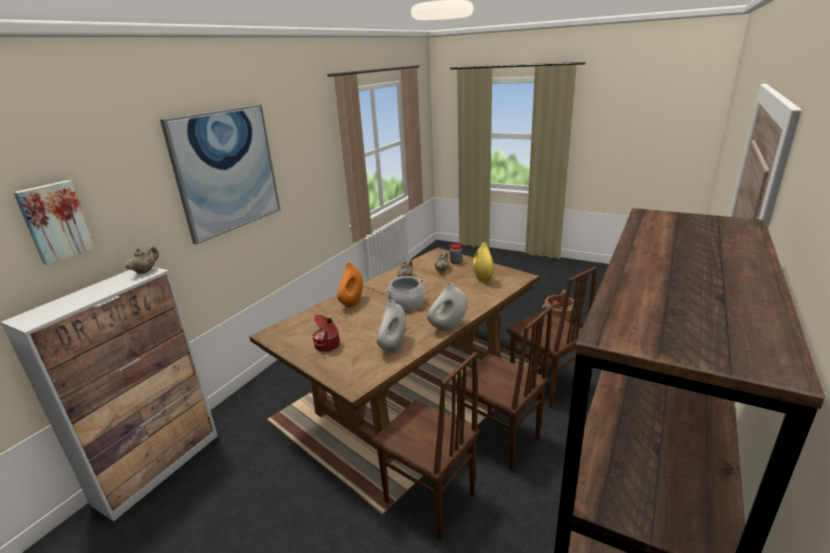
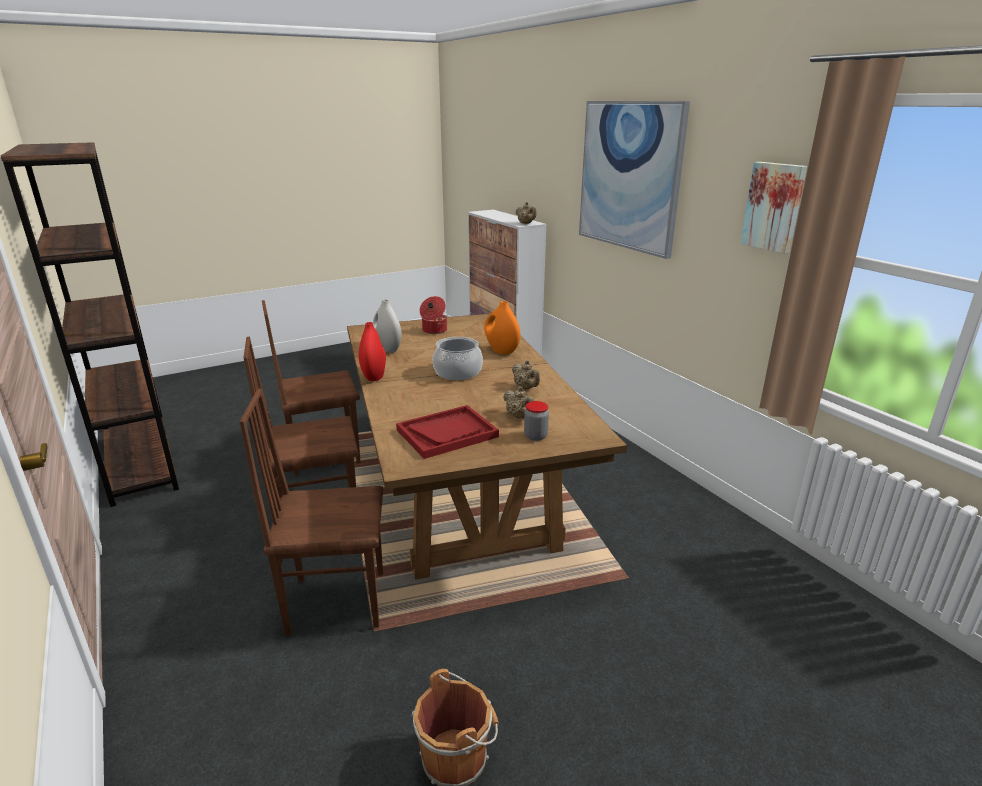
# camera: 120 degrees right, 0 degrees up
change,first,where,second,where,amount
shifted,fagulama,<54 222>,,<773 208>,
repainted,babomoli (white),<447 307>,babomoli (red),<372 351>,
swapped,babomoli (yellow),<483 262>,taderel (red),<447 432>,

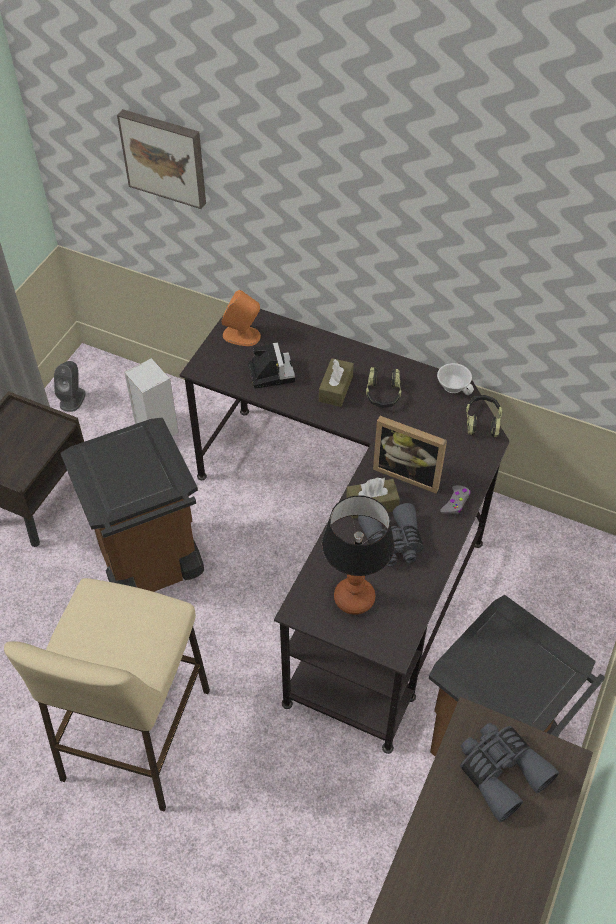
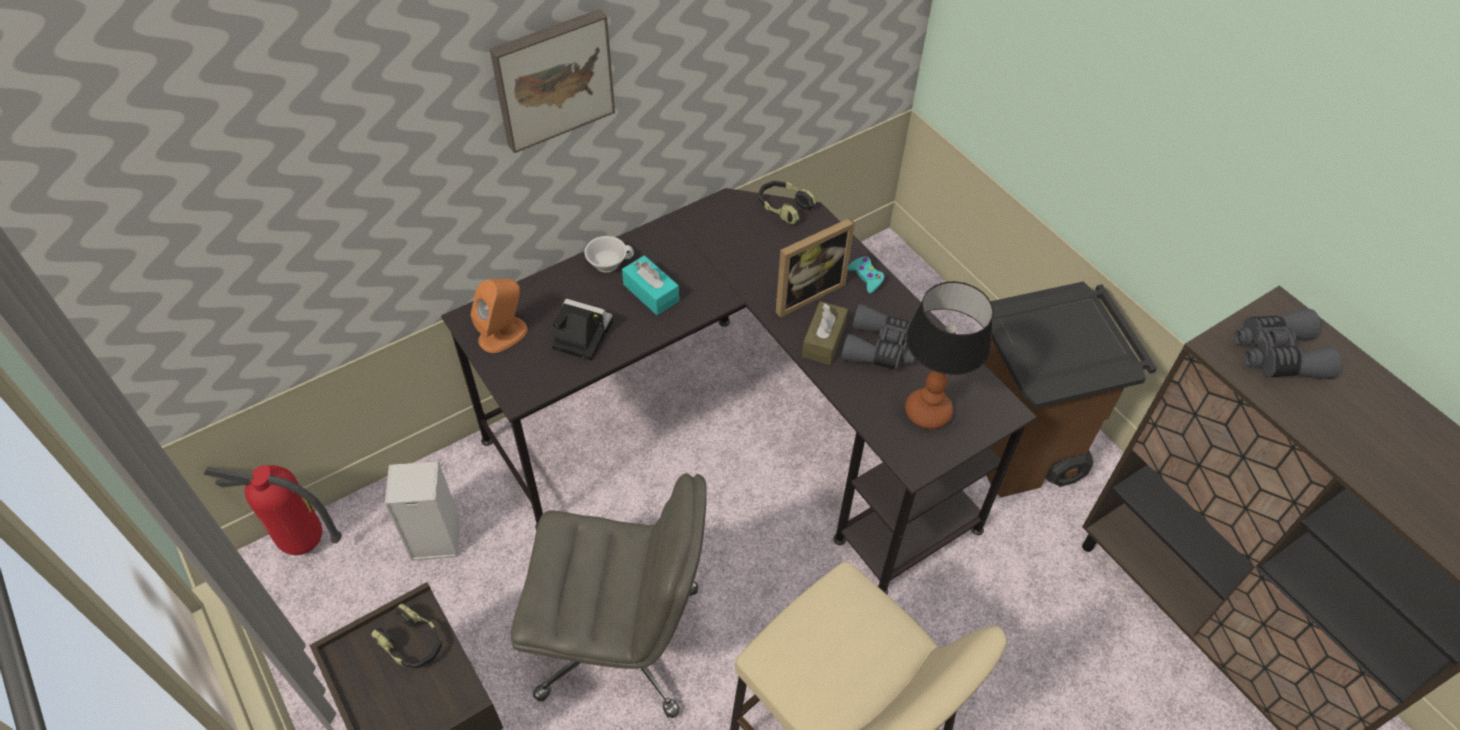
# camera: 60 degrees left, 0 degrees up
change,first,where,second,where,amount
gone,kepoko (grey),<69 386>,,,
swapped,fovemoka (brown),<132 504>,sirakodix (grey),<609 596>,
shifted,fagulama,<161 159>,,<552 81>,
repainted,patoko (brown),<336 382>,patoko (turquoise),<650 285>,
shifted,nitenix,<384 387>,,<406 636>,
shifted,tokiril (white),<455 379>,,<609 254>,
repainted,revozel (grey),<455 499>,revozel (turquoise),<866 275>,
new,,,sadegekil,<273 510>,

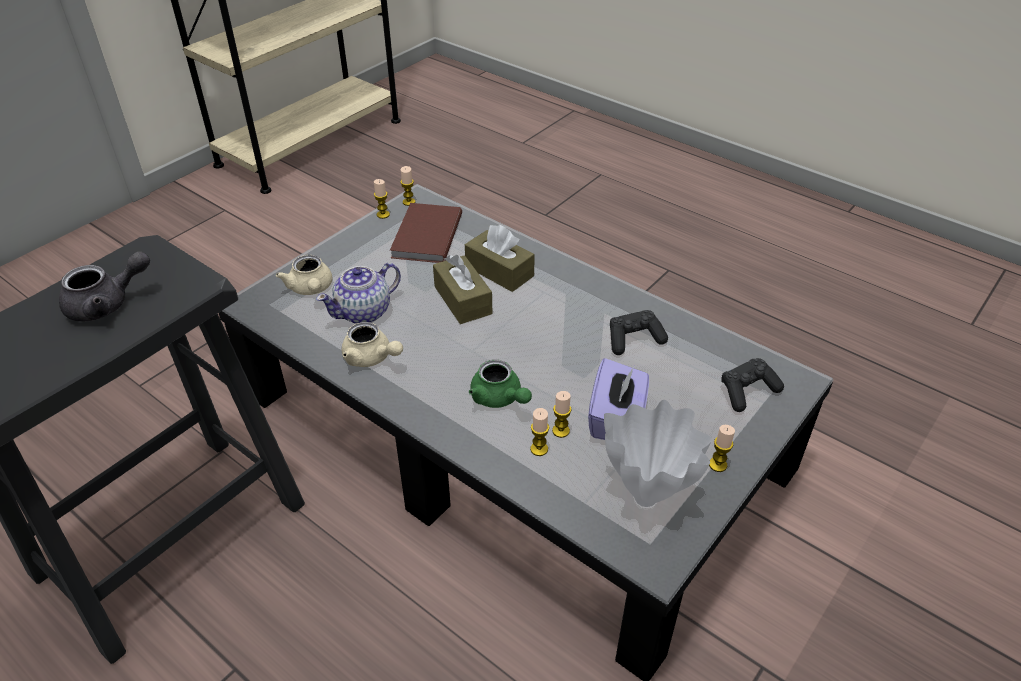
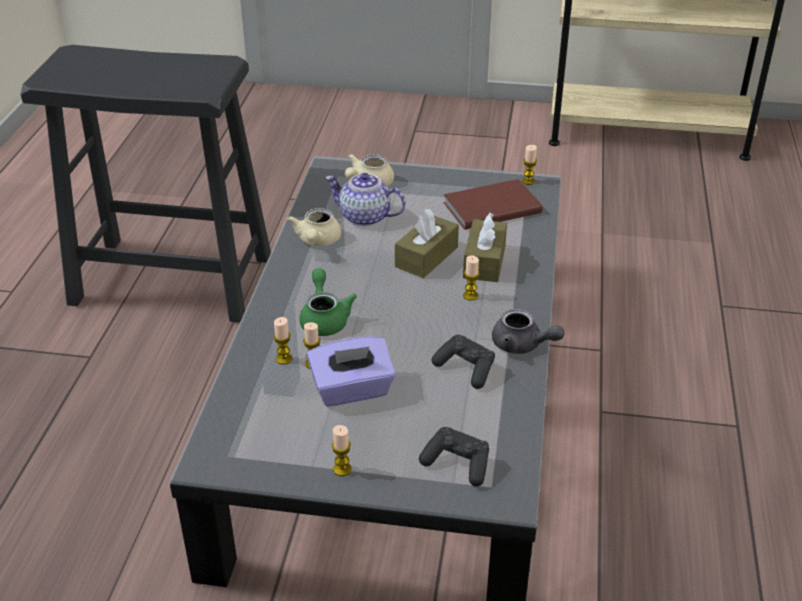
# camera: 60 degrees right, 5 degrees down
change,first,where,second,where,amount
shifted,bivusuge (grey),<104 286>,,<528 331>,
shifted,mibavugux,<382 199>,,<471 278>,
rotated,bivusuge (green),<500 384>,,<328 302>,150 degrees clockwise
gone,babomoli (white),<658 453>,,,

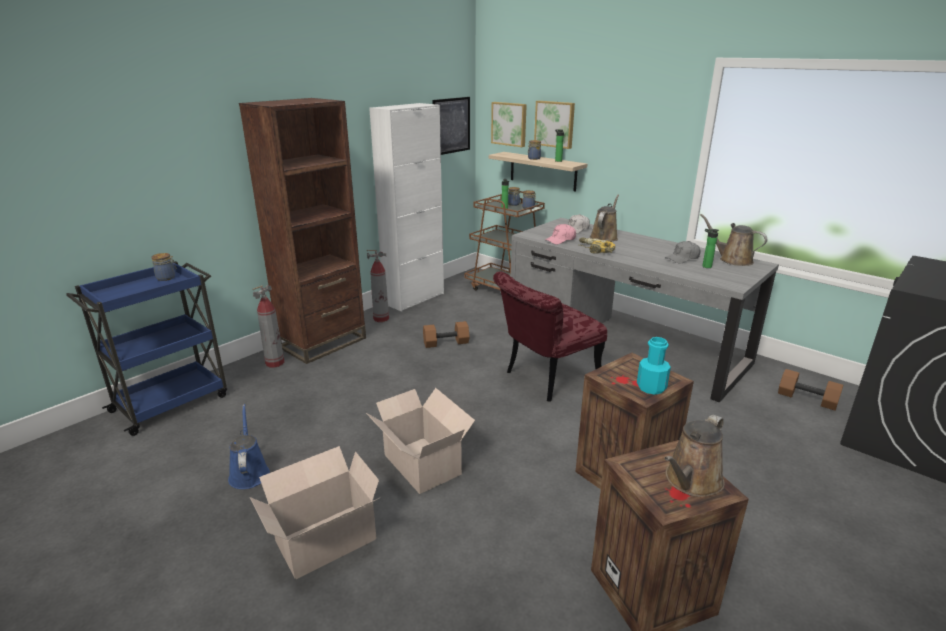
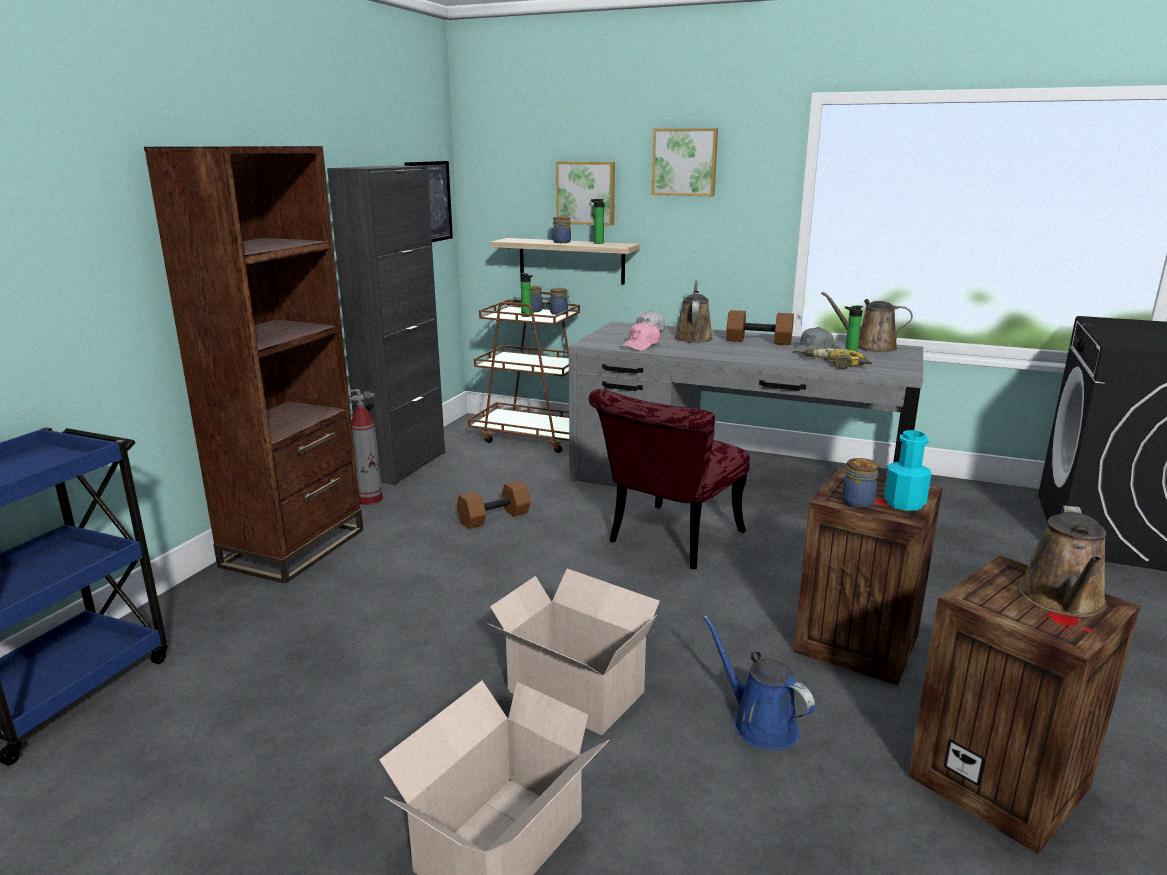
# camera: 20 degrees left, 5 degrees down
change,first,where,second,where,amount
shifted,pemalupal,<163 267>,,<860 483>,
shifted,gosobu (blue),<249 446>,,<759 682>,
gone,sadegekil,<268 326>,,,
repainted,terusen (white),<406 207>,terusen (black),<386 325>,
shifted,fagulama,<509 124>,,<685 162>,
shifted,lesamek,<597 245>,,<837 358>,
shifted,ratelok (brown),<810 390>,,<760 327>,

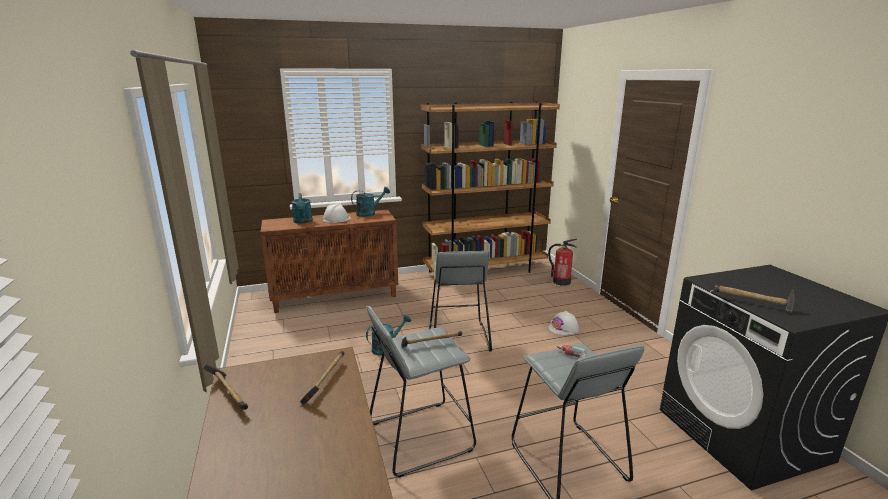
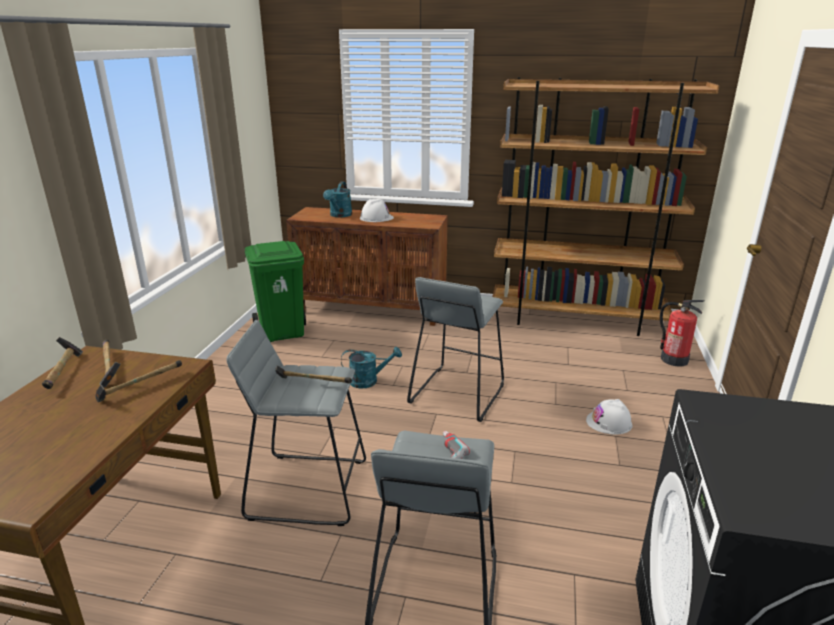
# camera: 30 degrees right, 5 degrees up
change,first,where,second,where,amount
gone,gosobu (turquoise),<370 202>,,,
shifted,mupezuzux,<754 298>,,<110 363>,
new,,,fovemoka (green),<275 291>,

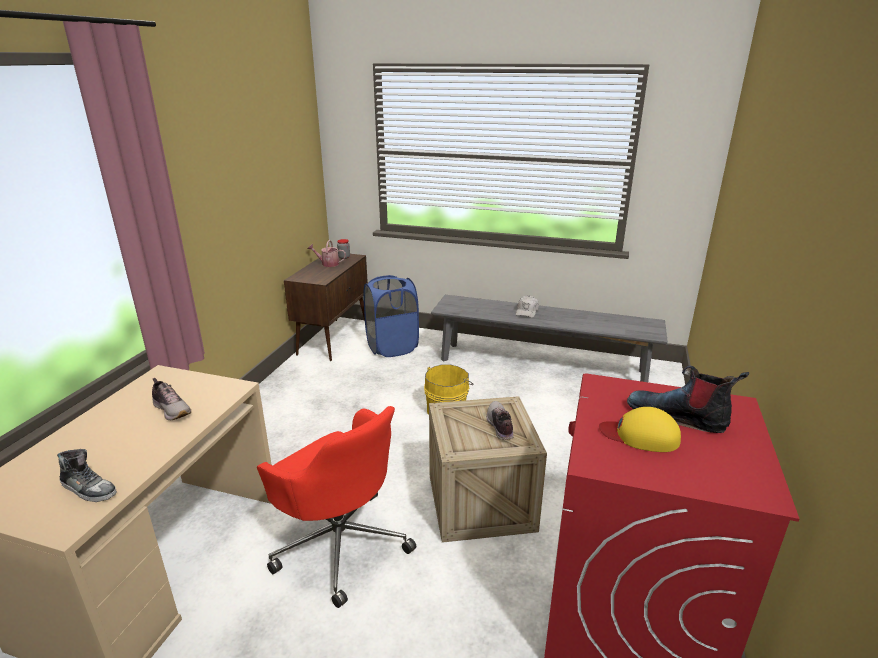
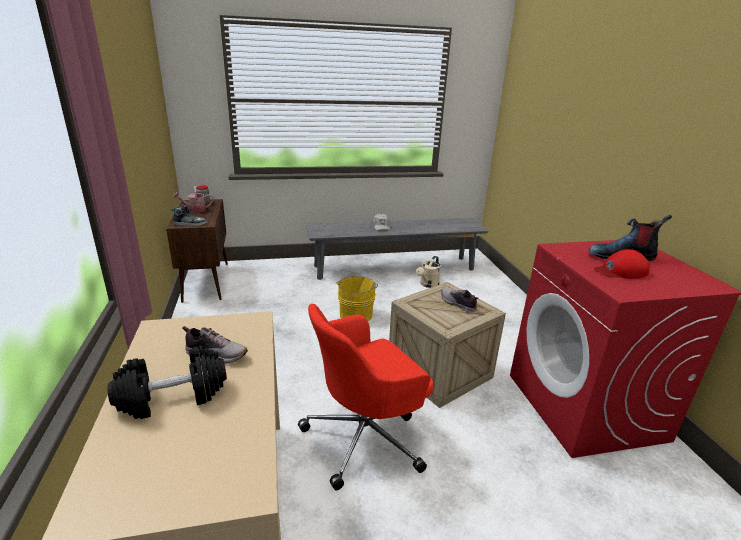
# camera: 30 degrees left, 0 degrees up
change,first,where,second,where,amount
shifted,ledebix,<87 475>,,<189 215>,
rotated,sirakodix (red),<336 507>,,<366 397>,135 degrees clockwise
gone,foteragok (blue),<391 316>,,,
repainted,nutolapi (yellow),<640 429>,nutolapi (red),<622 264>,
new,,,ratelok (black),<167 382>,
new,,,gosobu (beige),<428 272>,

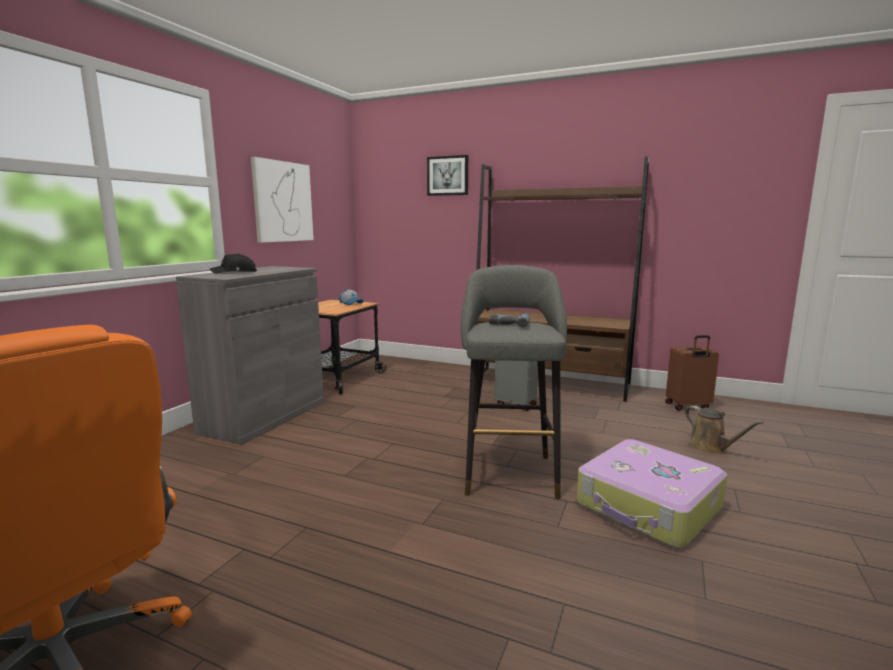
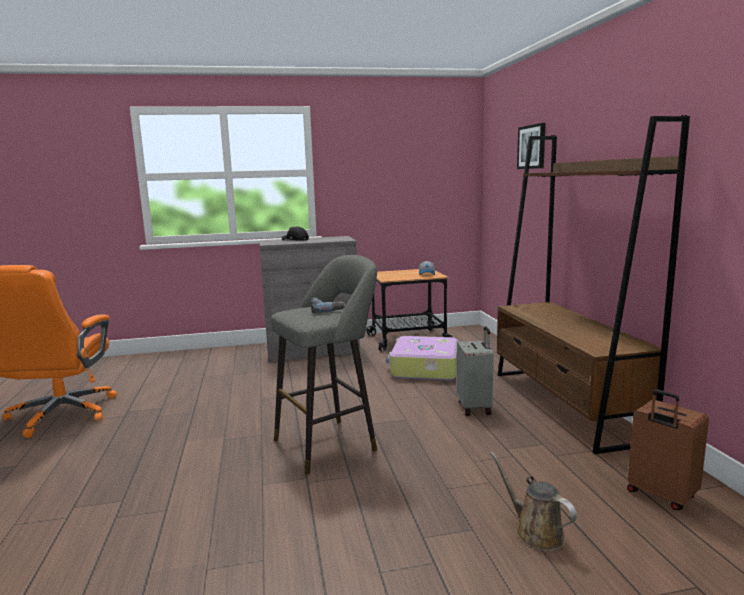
# camera: 55 degrees right, 0 degrees up
change,first,where,second,where,amount
gone,fagulama,<282 200>,,,
shifted,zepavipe,<652 493>,,<422 358>,
rotated,gosobu (brown),<724 430>,,<533 501>,120 degrees clockwise

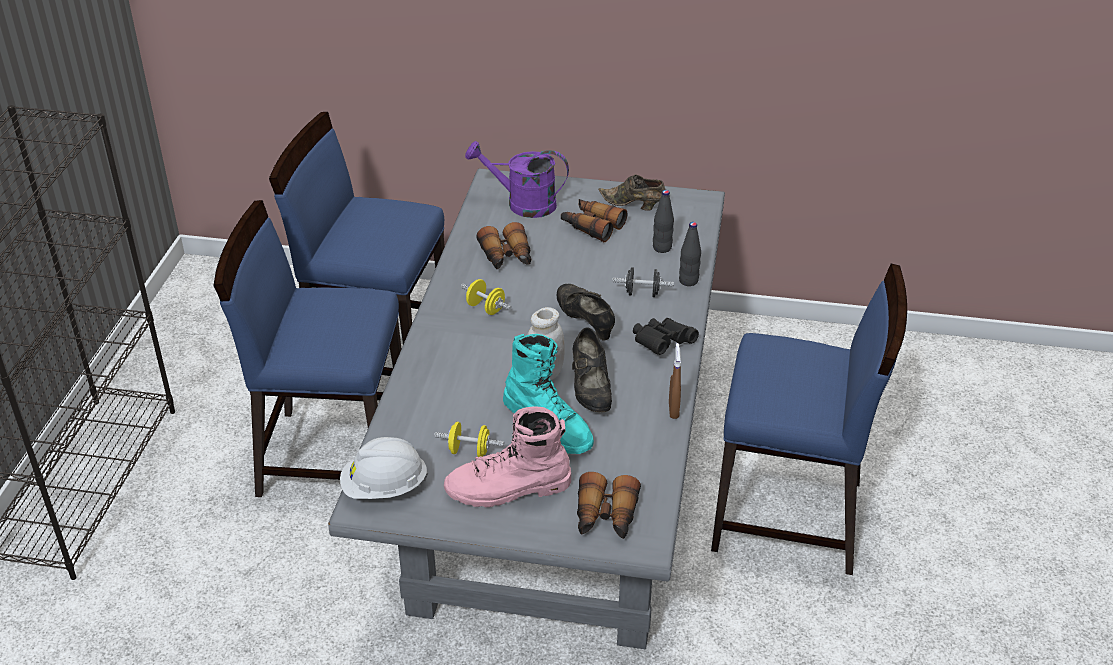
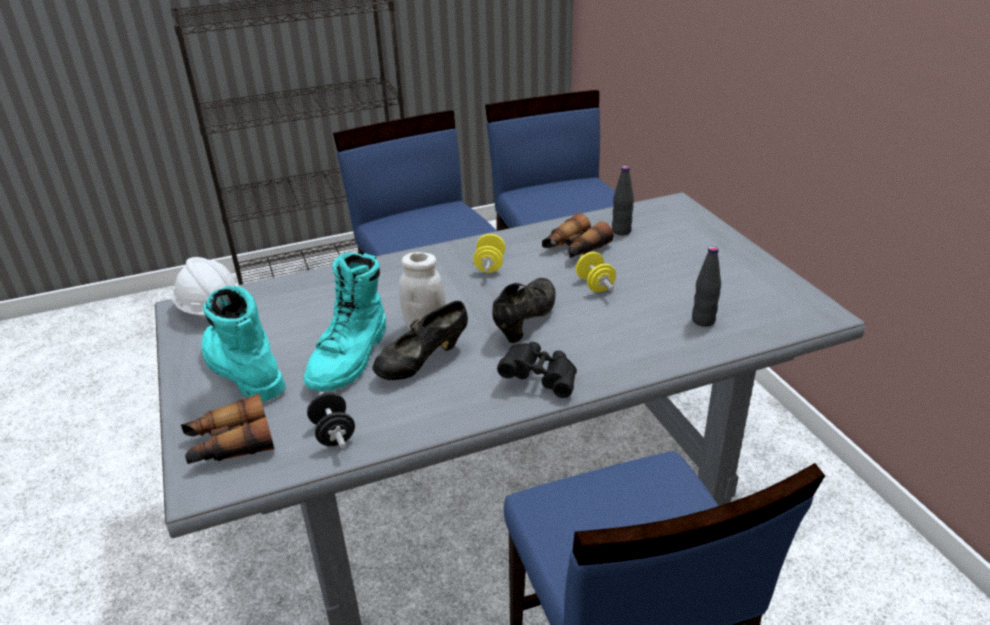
# camera: 60 degrees right, 5 degrees down
change,first,where,second,where,amount
shifted,ratelok (yellow),<469 439>,,<596 272>,
repainted,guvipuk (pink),<507 457>,guvipuk (turquoise),<243 344>,
gone,gosobu (purple),<517 179>,,,
gone,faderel,<594 220>,,,
gone,ledebix (brown),<632 192>,,,
shifted,ratelok (black),<643 282>,,<331 420>,
gone,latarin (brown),<675 381>,,,
shifted,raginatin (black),<690 254>,,<623 200>,

